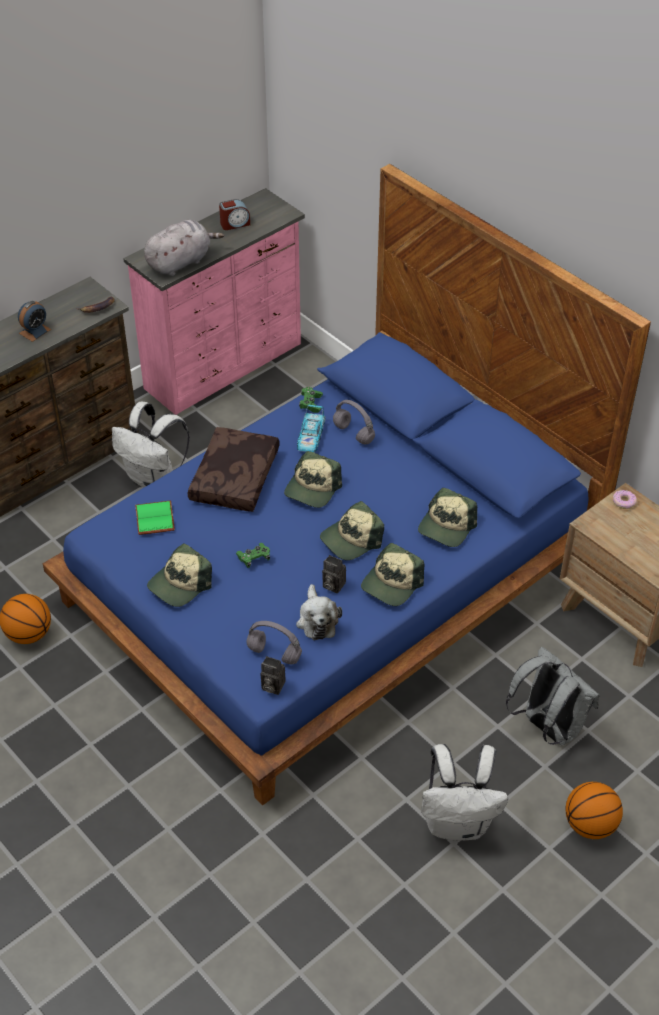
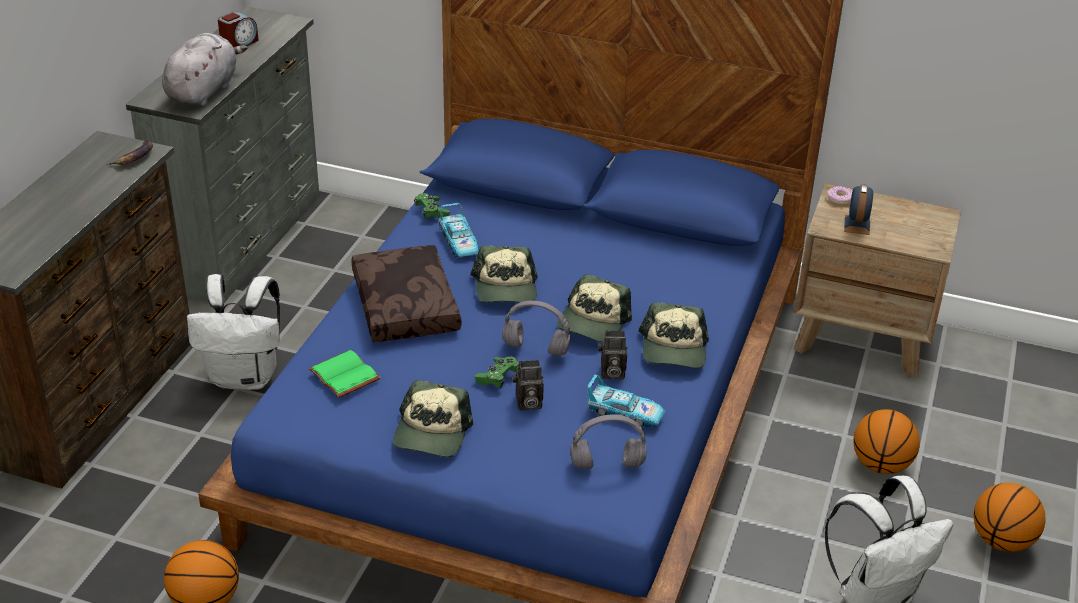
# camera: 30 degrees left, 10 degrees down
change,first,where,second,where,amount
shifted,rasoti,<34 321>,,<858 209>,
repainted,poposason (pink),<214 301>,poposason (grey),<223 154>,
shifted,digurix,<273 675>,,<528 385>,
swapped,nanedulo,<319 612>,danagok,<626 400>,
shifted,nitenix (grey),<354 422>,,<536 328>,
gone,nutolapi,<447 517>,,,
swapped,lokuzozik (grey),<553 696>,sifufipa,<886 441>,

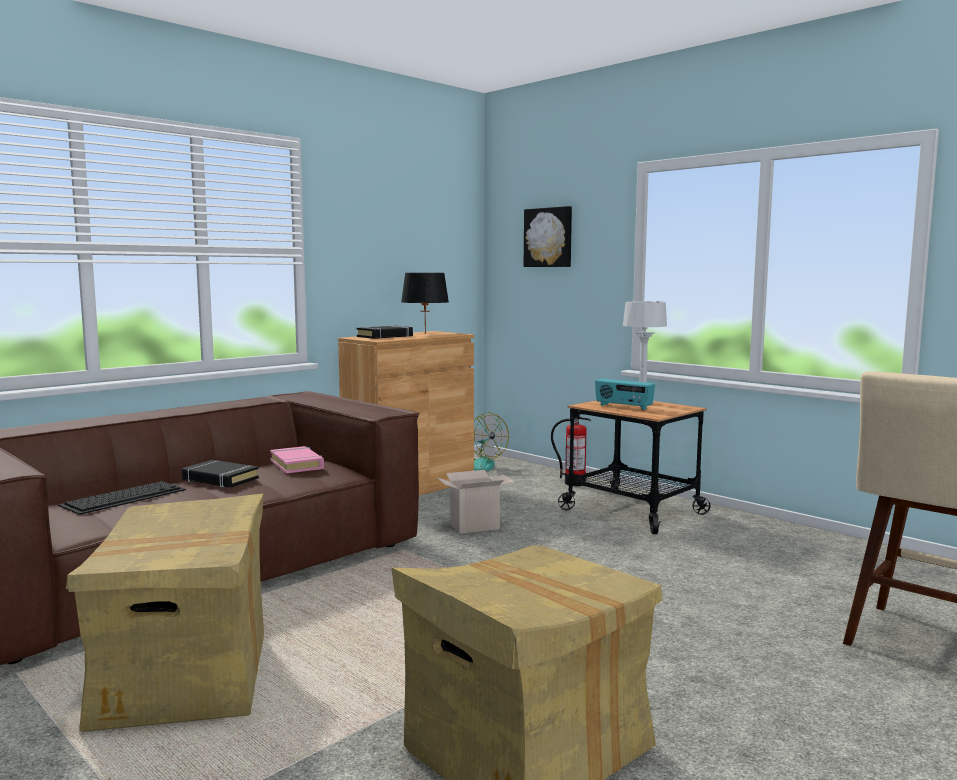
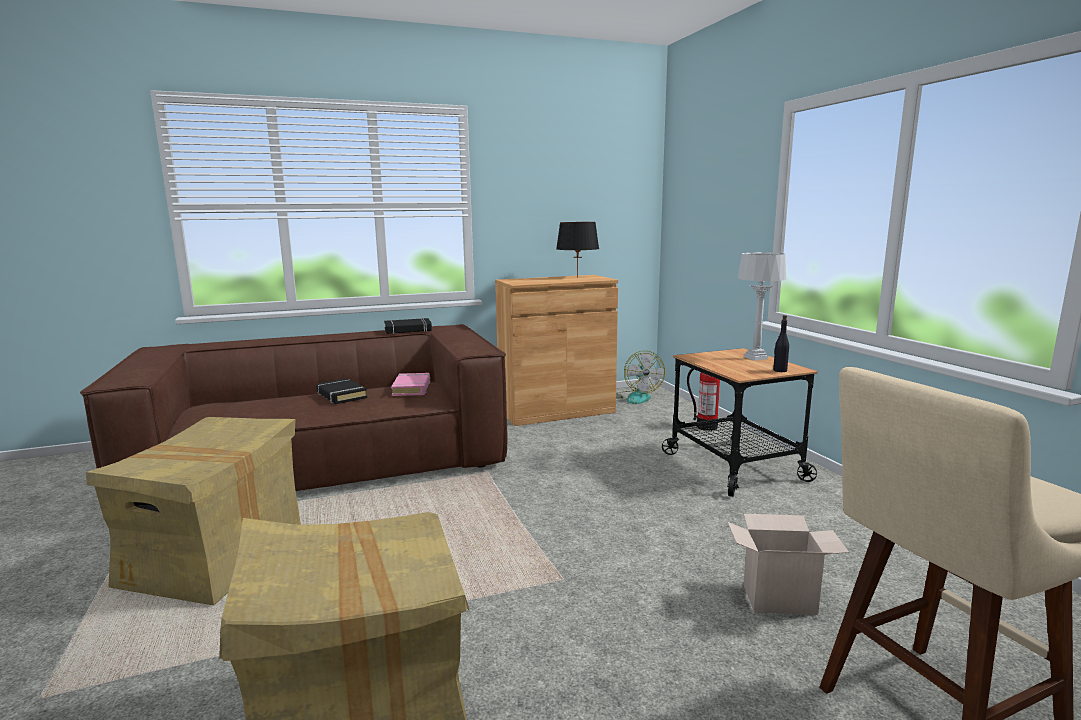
# camera: 25 degrees right, 5 degrees up
change,first,where,second,where,amount
gone,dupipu,<122 498>,,,
shifted,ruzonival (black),<385 332>,,<408 326>,
shifted,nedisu,<475 502>,,<788 564>,
gone,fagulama,<548 236>,,,
gone,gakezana,<625 394>,,,
new,,,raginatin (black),<781 343>,

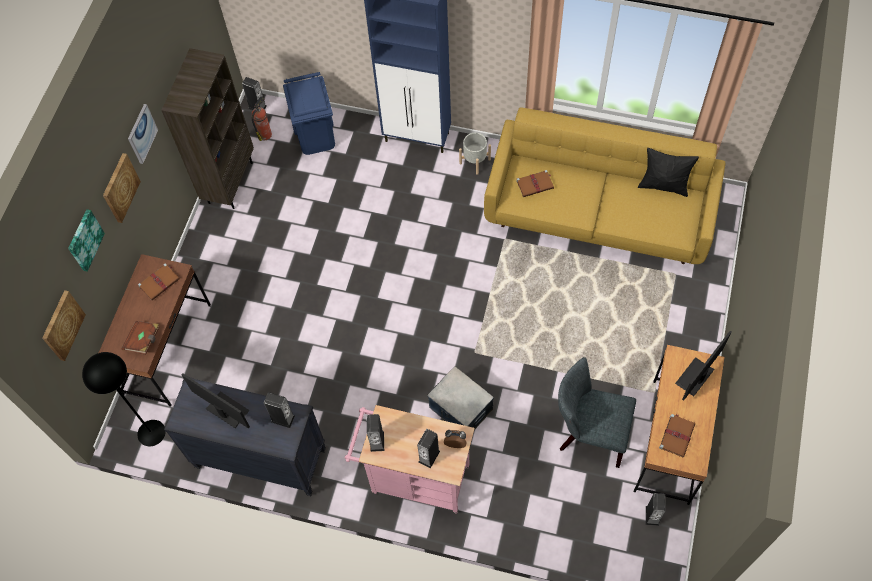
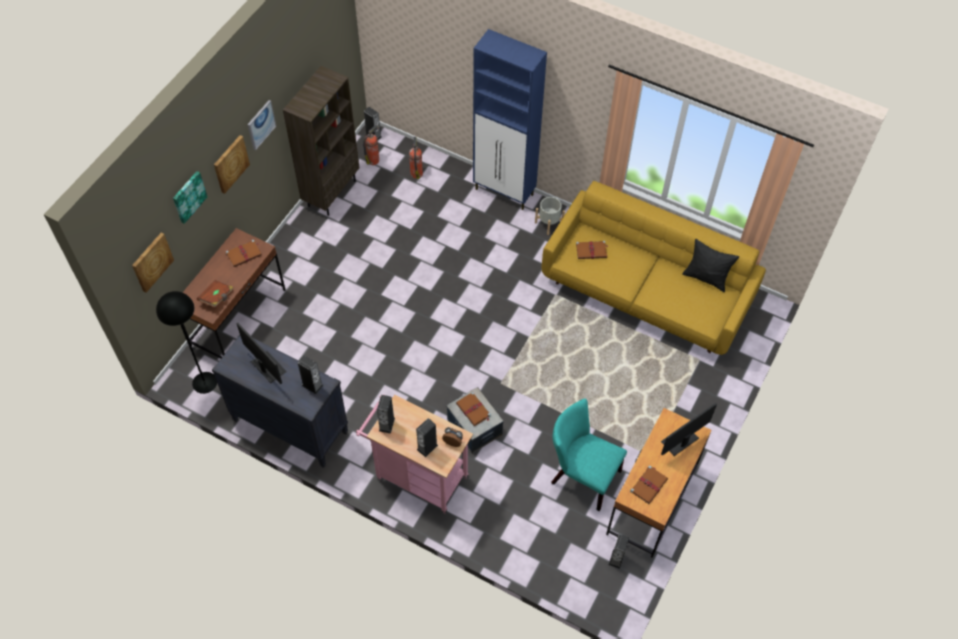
# camera: 10 degrees right, 5 degrees down
change,first,where,second,where,amount
swapped,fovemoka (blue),<309 113>,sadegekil,<416 157>,
repainted,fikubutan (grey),<597 412>,fikubutan (turquoise),<589 454>,
new,,,ruzonival (brown),<473 409>,

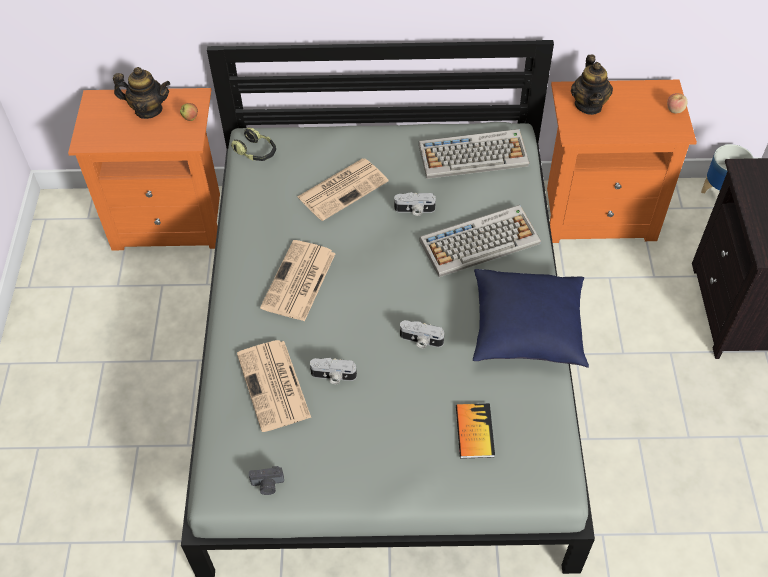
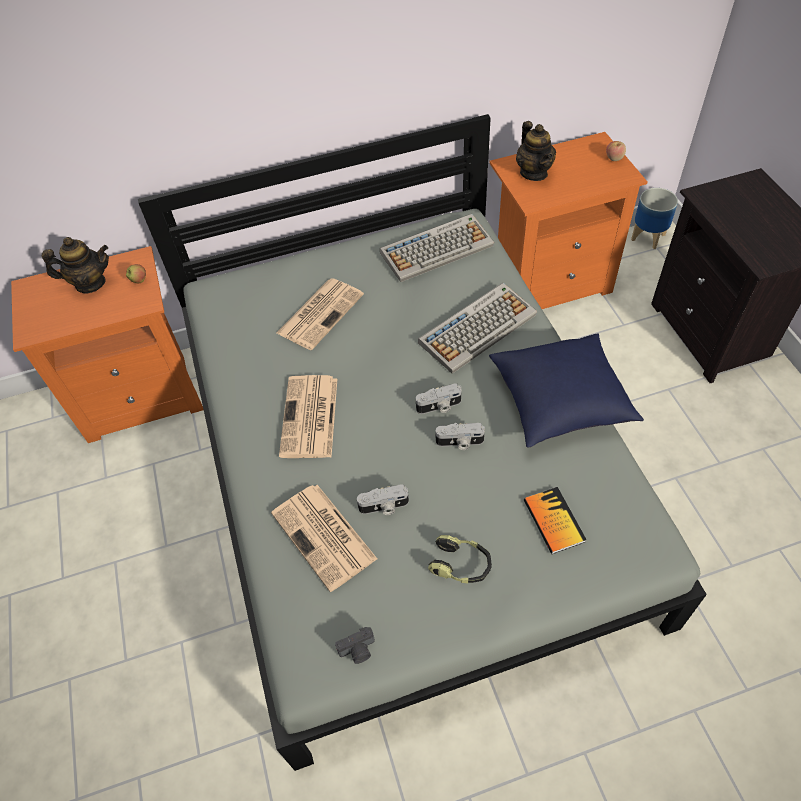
# camera: 15 degrees left, 0 degrees up
change,first,where,second,where,amount
shifted,nitenix,<253 144>,,<460 559>,
shifted,digurix,<415 204>,,<439 398>,

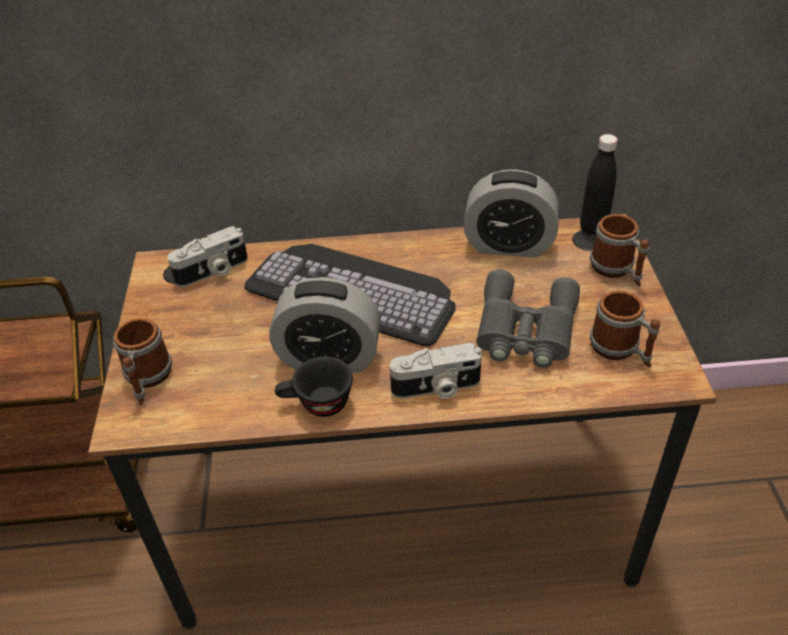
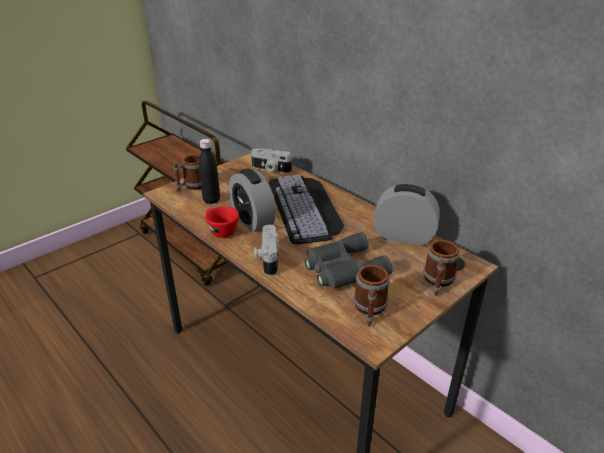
# camera: 50 degrees right, 10 degrees down
change,first,where,second,where,amount
repainted,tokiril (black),<314 386>,tokiril (red),<222 222>,
rotated,digurix,<436 371>,,<266 250>,45 degrees clockwise
rotated,rasoti,<511 213>,,<406 215>,135 degrees clockwise
shifted,raginatin (black),<599 184>,,<209 171>,

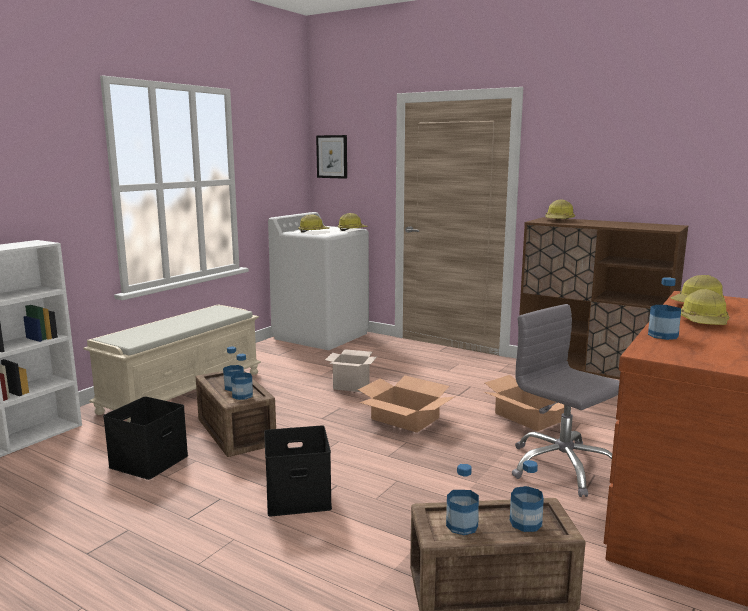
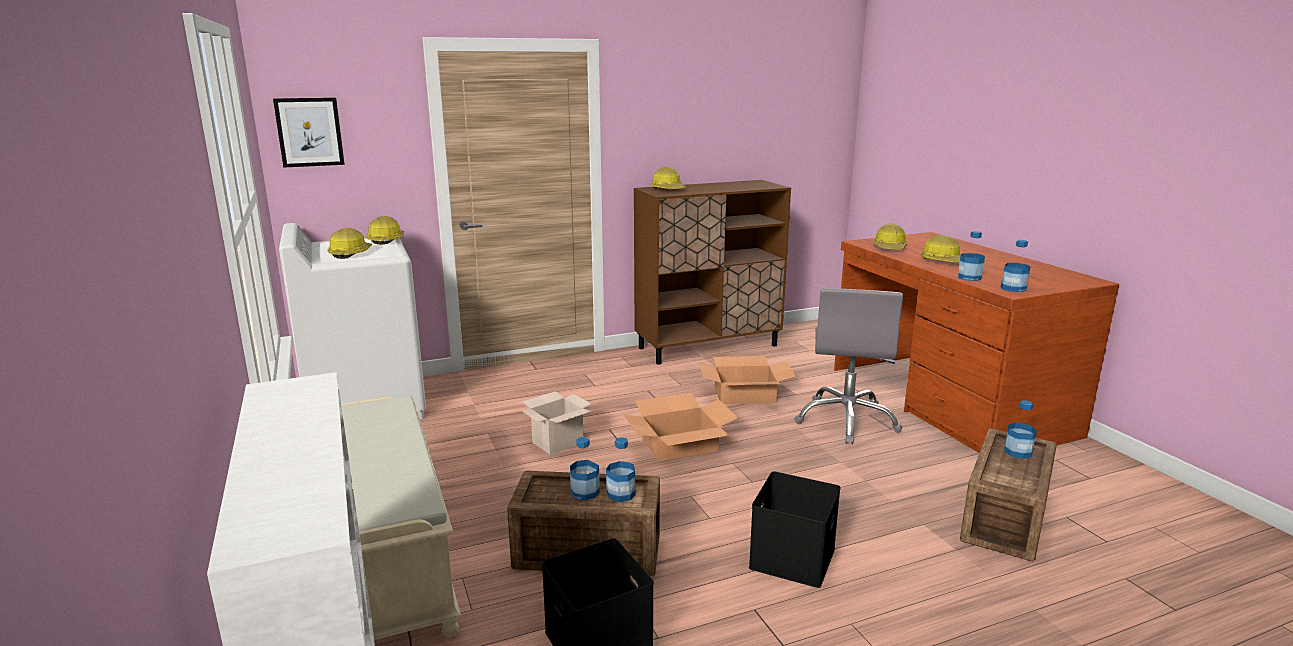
# camera: 55 degrees left, 5 degrees up
change,first,where,second,where,amount
shifted,raginatin,<462 499>,,<1015 266>,
rotated,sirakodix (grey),<565 400>,,<848 366>,75 degrees counterclockwise

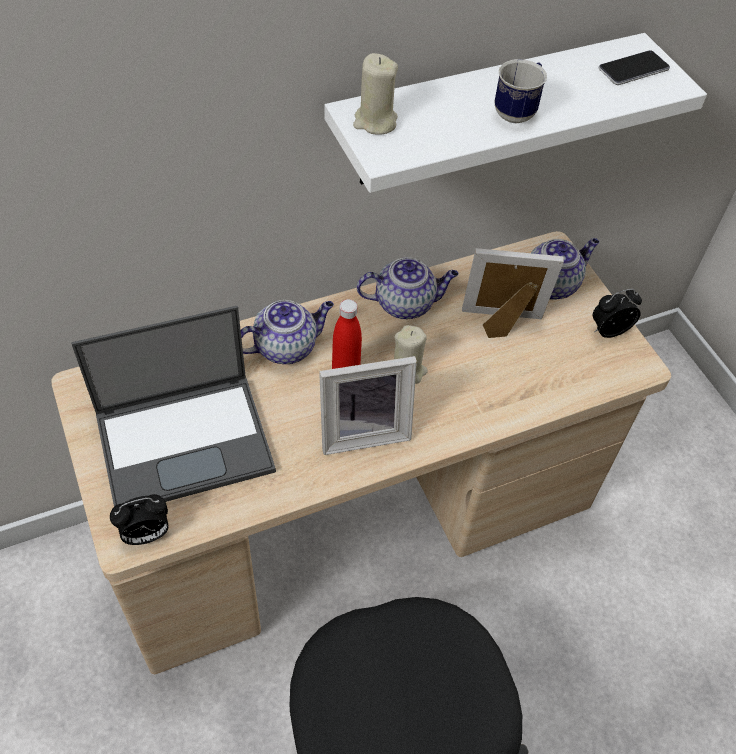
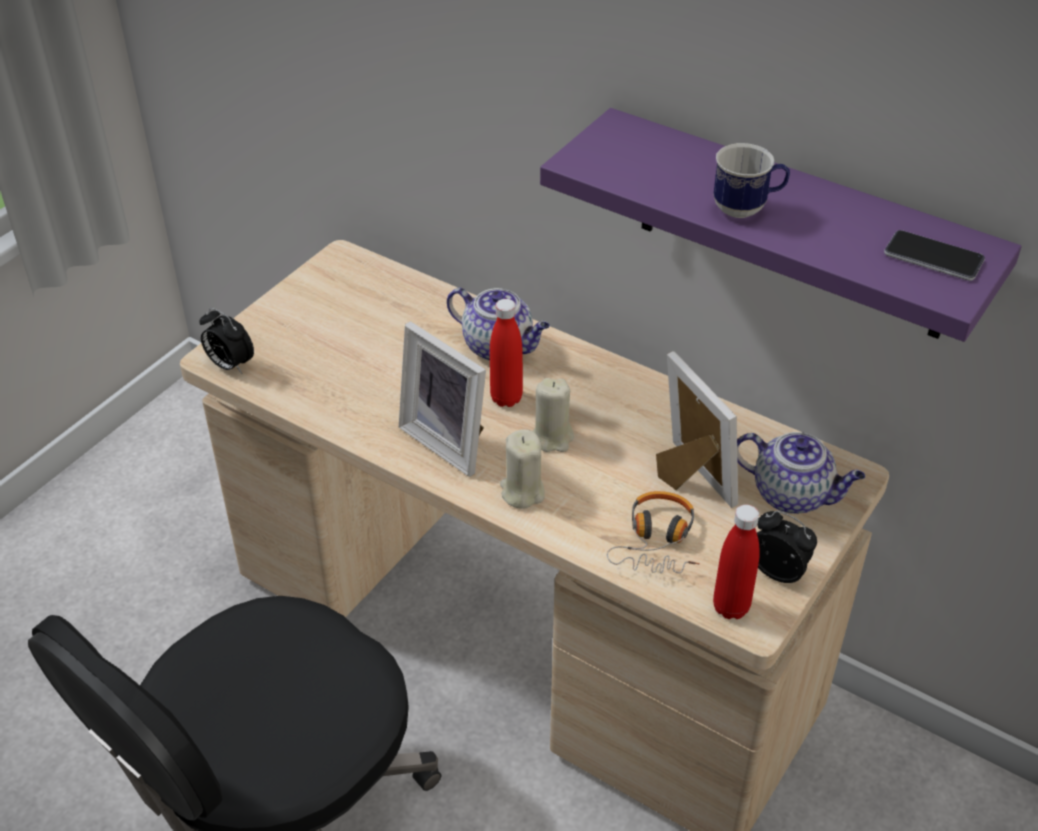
# camera: 60 degrees right, 10 degrees down
change,first,where,second,where,amount
gone,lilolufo,<173 406>,,,
repainted,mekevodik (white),<515 113>,mekevodik (purple),<781 225>,
shifted,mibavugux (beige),<375 94>,,<522 469>,
gone,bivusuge,<408 288>,,,
new,,,nitenix,<653 532>,
new,,,raginatin (red),<736 561>,

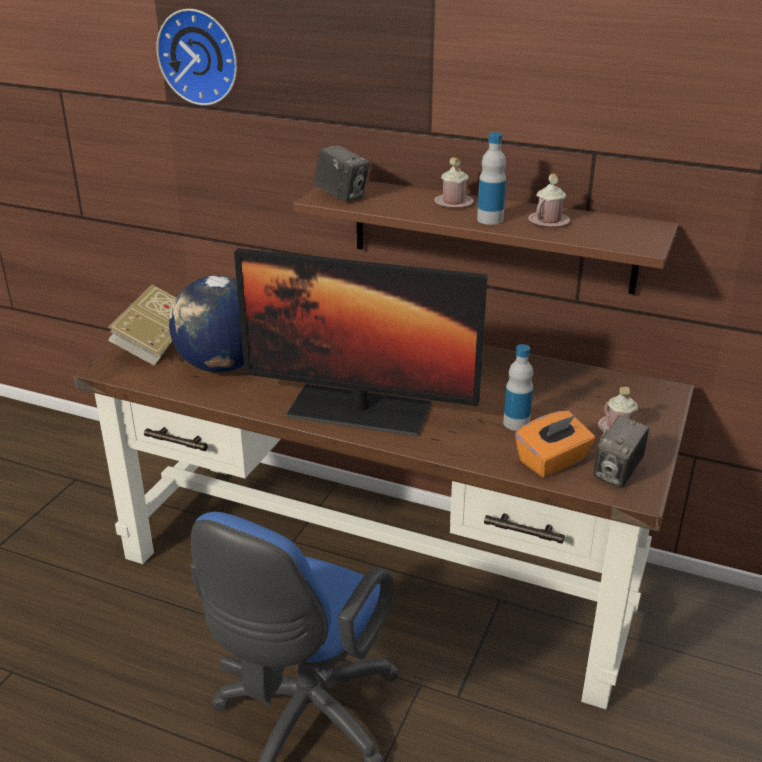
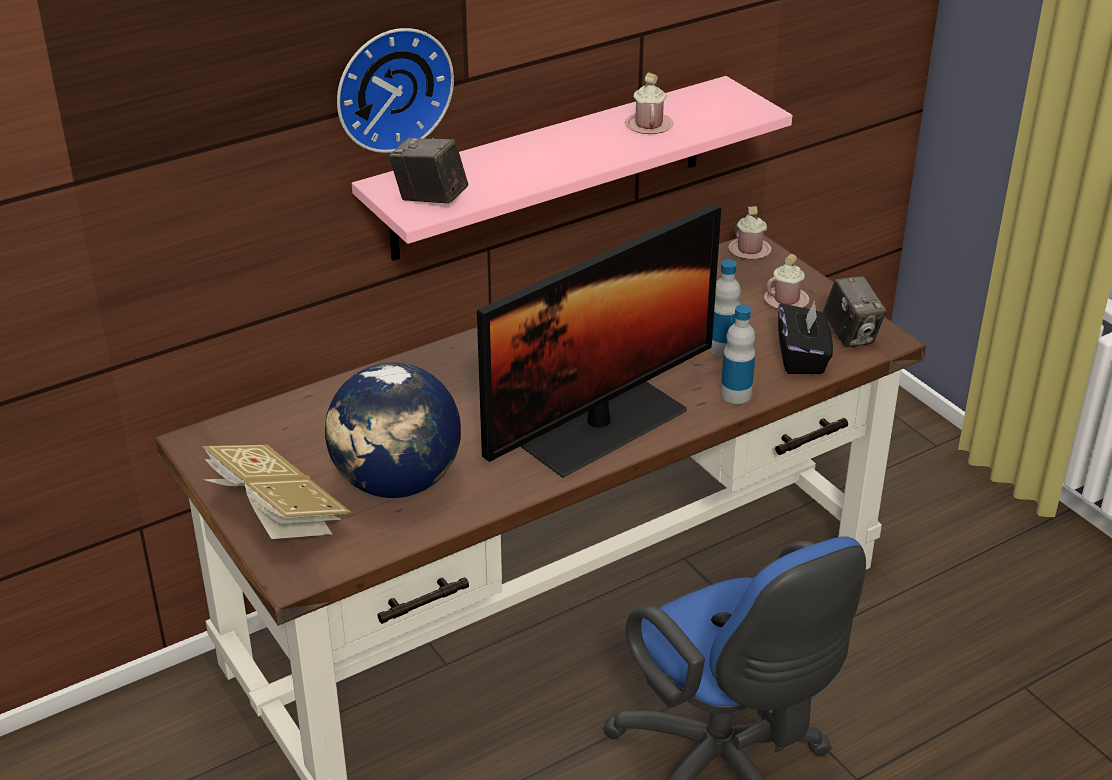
# camera: 55 degrees left, 5 degrees up
change,first,where,second,where,amount
shifted,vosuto,<196 57>,,<395 90>,
repainted,mekevodik (brown),<485 238>,mekevodik (pink),<572 168>,
rotated,digurix,<341 173>,,<428 171>,135 degrees counterclockwise
shifted,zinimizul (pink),<454 182>,,<750 233>,
shifted,raginatin,<491 178>,,<738 354>,
repainted,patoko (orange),<555 444>,patoko (black),<805 337>,

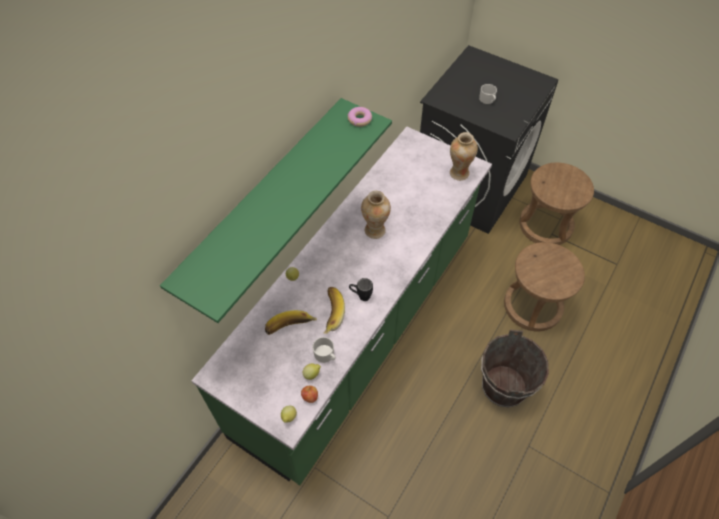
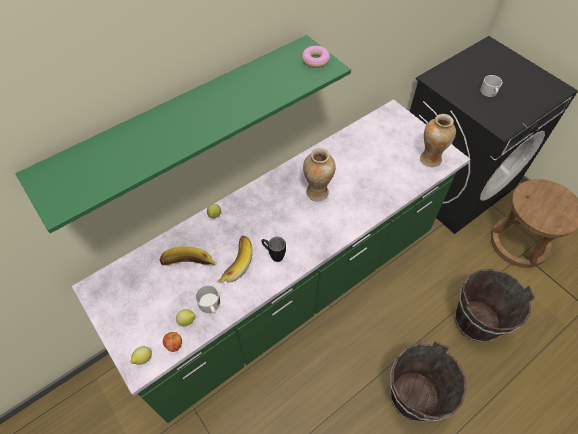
# camera: 20 degrees right, 0 degrees up
change,first,where,second,where,amount
swapped,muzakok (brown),<544 287>,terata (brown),<495 305>,

